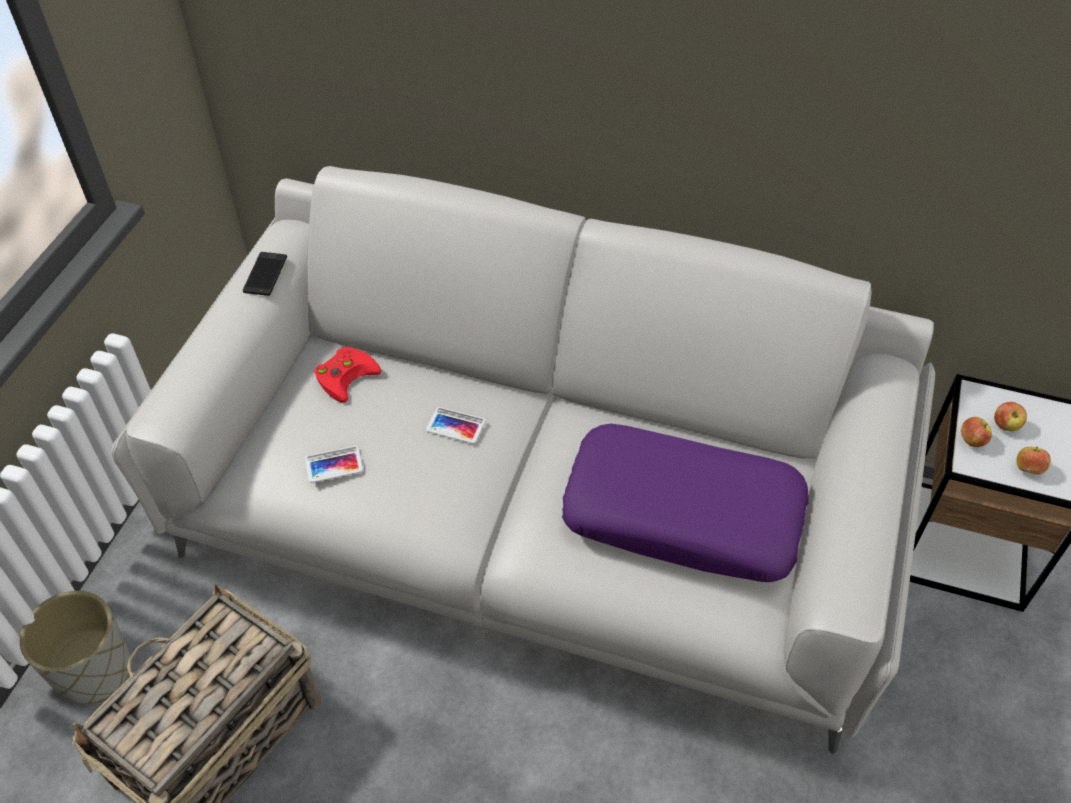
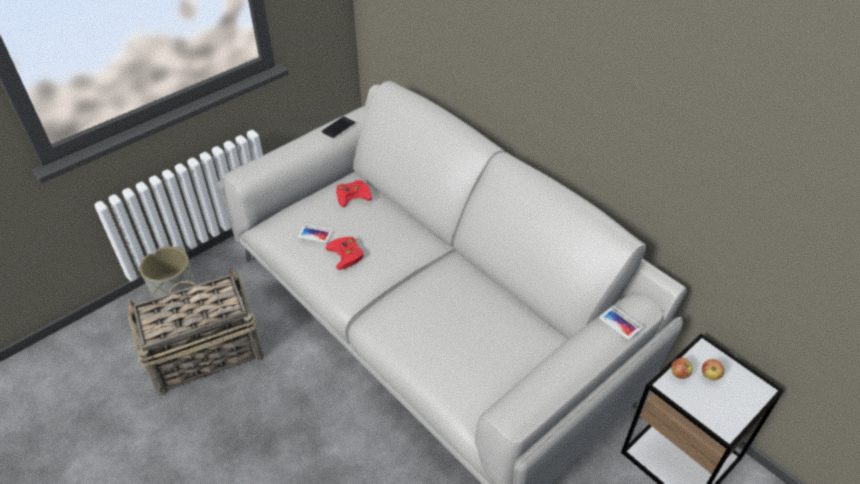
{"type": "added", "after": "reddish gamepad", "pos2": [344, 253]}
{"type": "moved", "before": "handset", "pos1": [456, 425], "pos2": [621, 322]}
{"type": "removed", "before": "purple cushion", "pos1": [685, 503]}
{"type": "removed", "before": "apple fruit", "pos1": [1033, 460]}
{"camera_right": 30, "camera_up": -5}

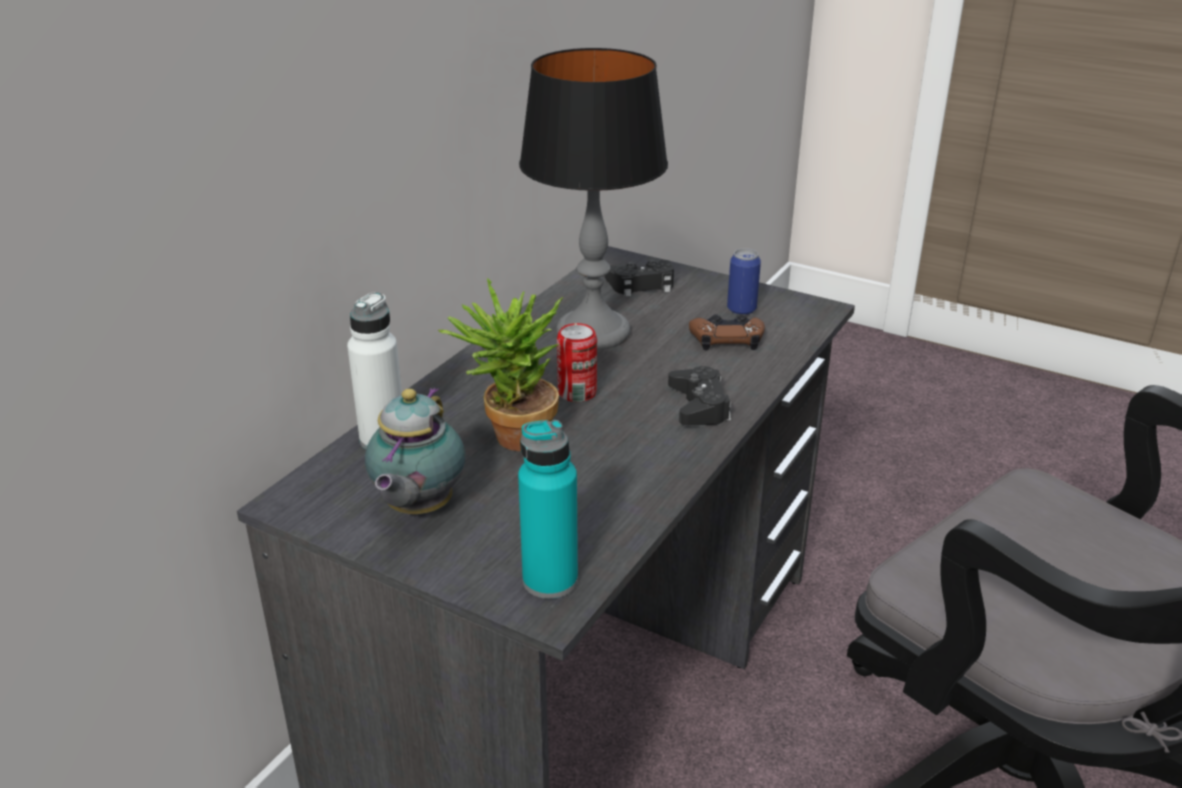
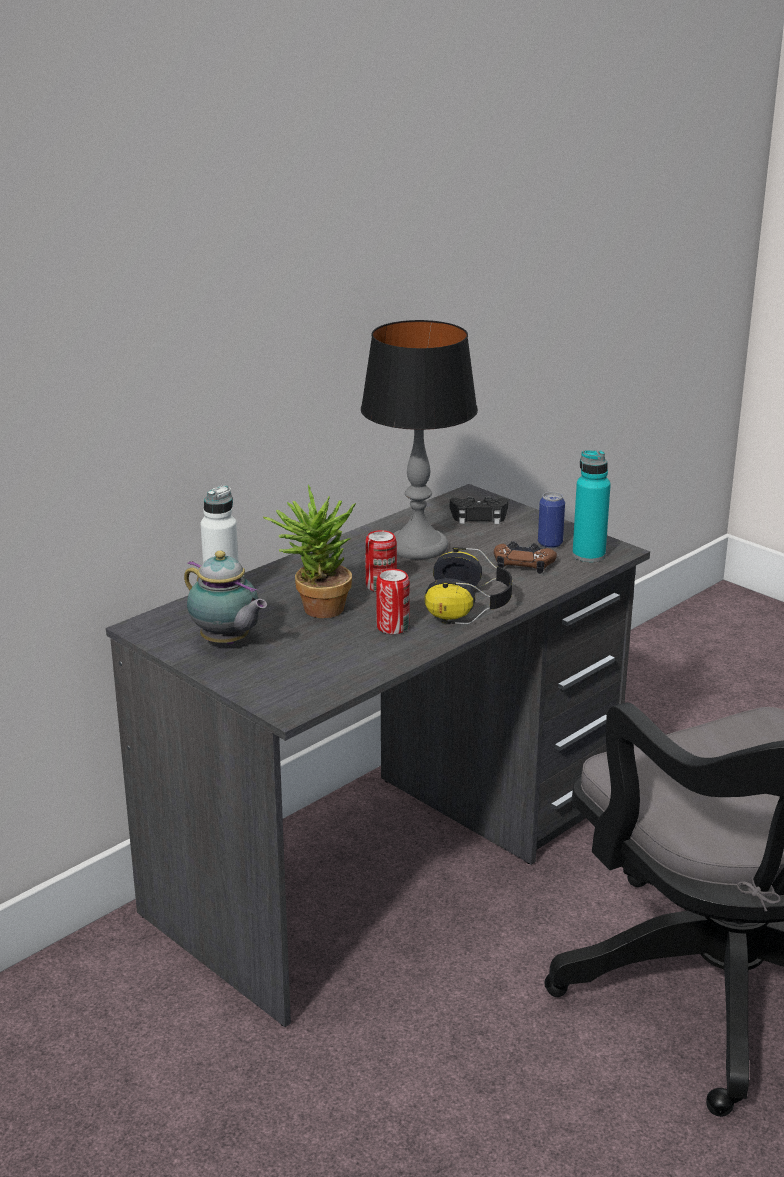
{"type": "turned", "before": "teapot", "pos1": [415, 451], "pos2": [225, 598], "turn": -75}
{"type": "added", "after": "metal can", "pos2": [393, 601]}
{"type": "replaced", "before": "black gamepad", "after": "headset", "pos1": [699, 395], "pos2": [468, 585]}
{"type": "moved", "before": "turquoise beverage bottle", "pos1": [548, 509], "pos2": [591, 506]}
{"camera_right": 15, "camera_up": -5}

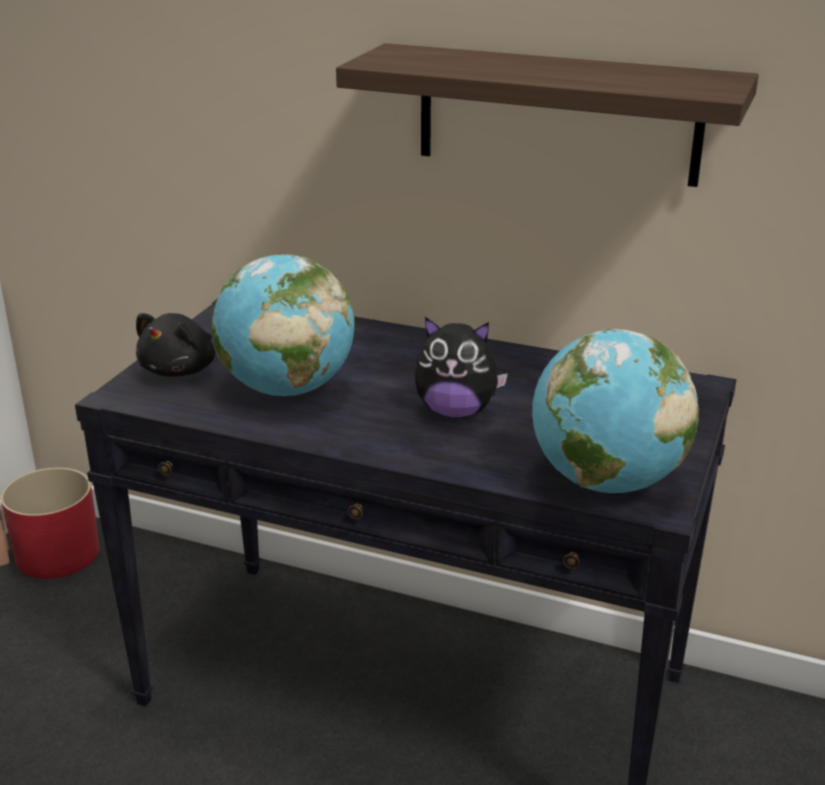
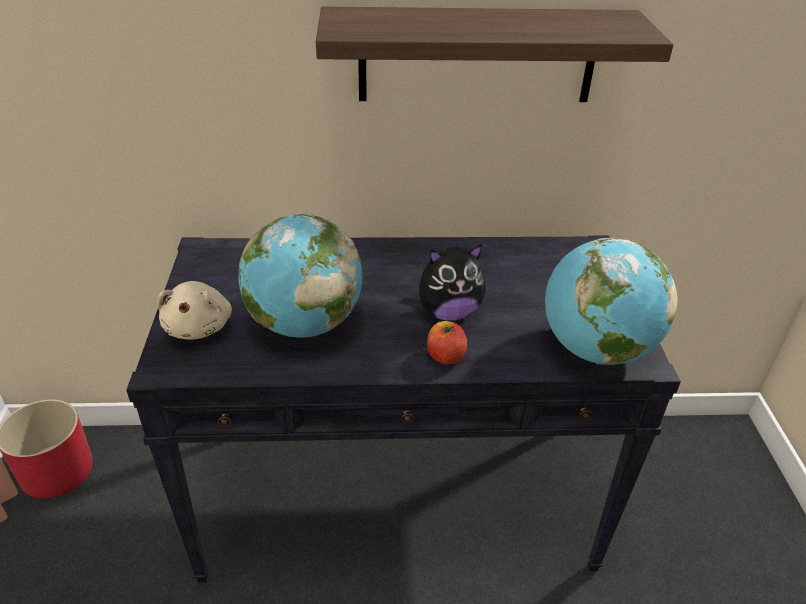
{"type": "recoloured", "before": "black plush toy", "after": "beige plush toy", "pos1": [175, 345], "pos2": [194, 310]}
{"type": "added", "after": "apple fruit", "pos2": [447, 342]}
{"camera_right": -25, "camera_up": 10}

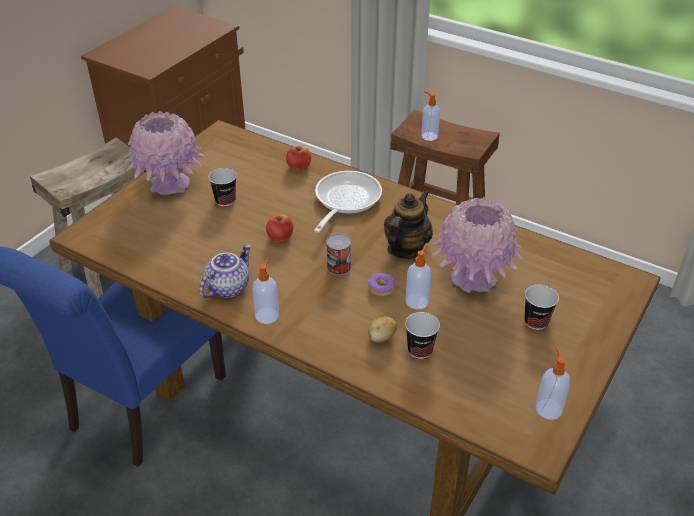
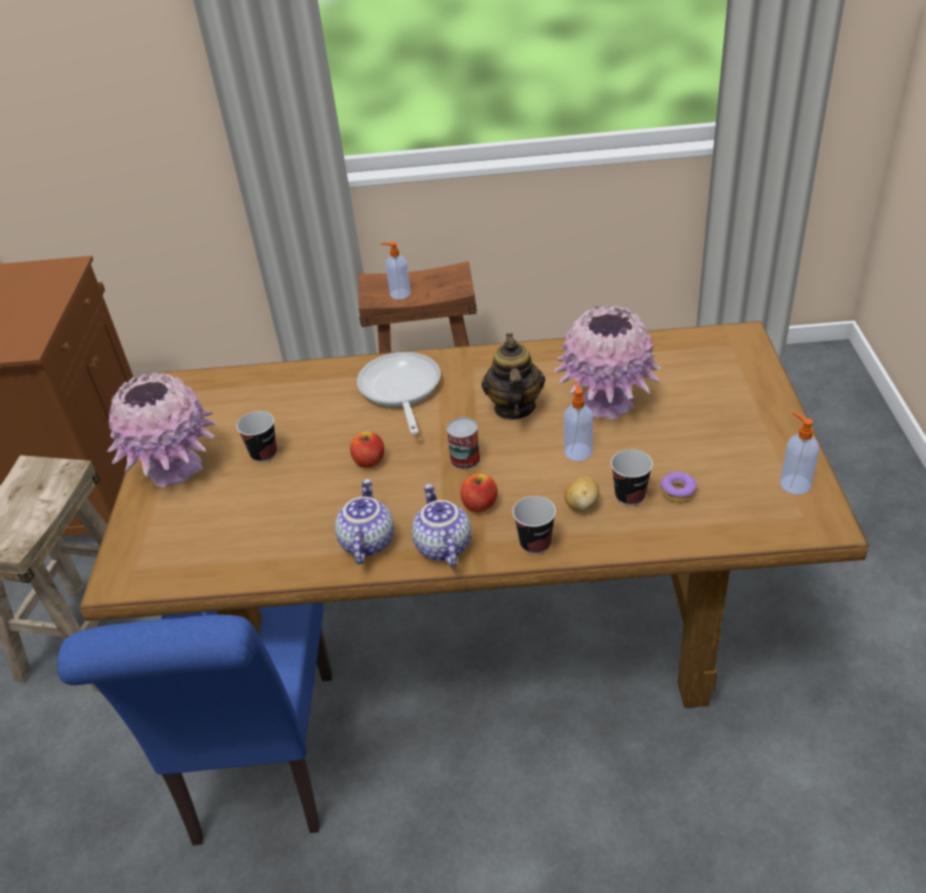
{"type": "replaced", "before": "liquid soap bottle", "after": "teapot", "pos1": [265, 291], "pos2": [441, 525]}
{"type": "moved", "before": "apple fruit", "pos1": [298, 158], "pos2": [479, 493]}
{"type": "moved", "before": "cup", "pos1": [542, 307], "pos2": [534, 525]}
{"type": "moved", "before": "doughnut", "pos1": [381, 284], "pos2": [679, 487]}
{"camera_right": -30, "camera_up": 0}

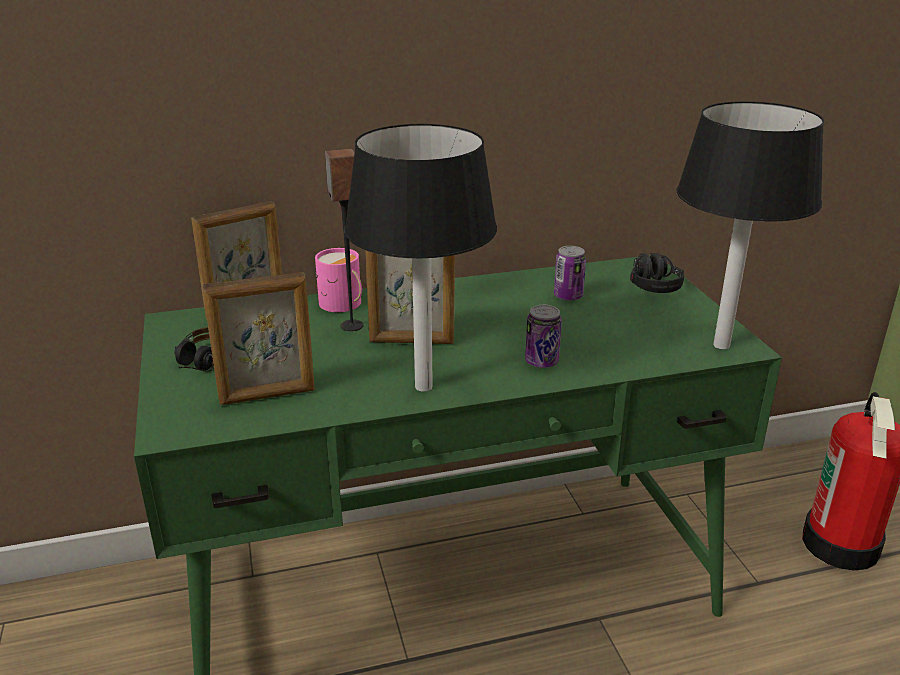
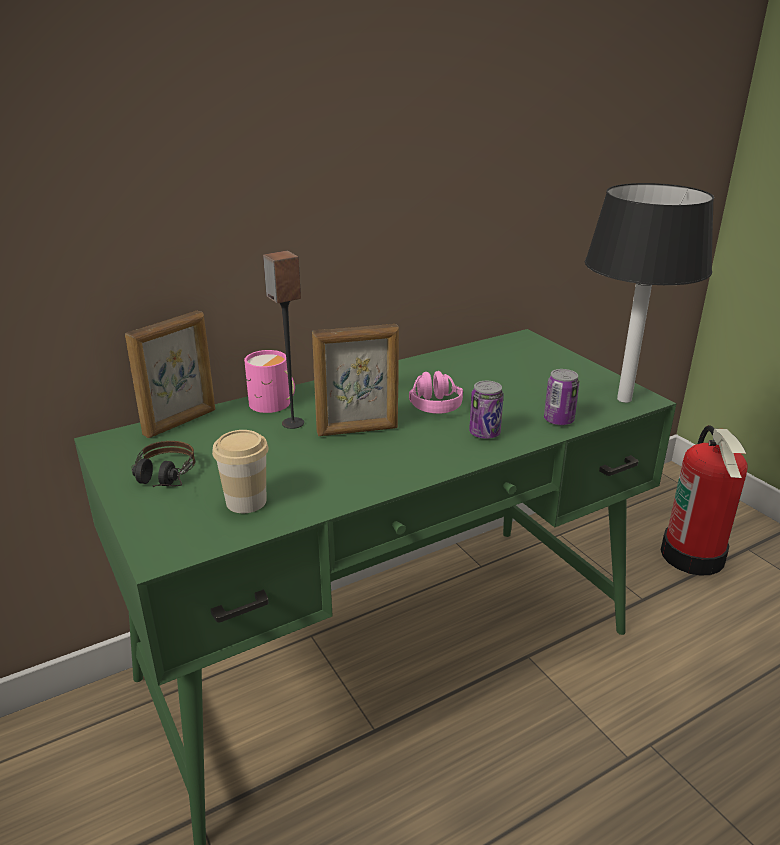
{"type": "replaced", "before": "photo frame", "after": "cup", "pos1": [258, 338], "pos2": [240, 471]}
{"type": "added", "after": "pink-coloured headset", "pos2": [436, 392]}
{"type": "moved", "before": "metal can", "pos1": [570, 273], "pos2": [561, 397]}
{"type": "removed", "before": "black table lamp", "pos1": [421, 258]}
{"type": "removed", "before": "black headset", "pos1": [657, 273]}
{"camera_right": -15, "camera_up": 0}

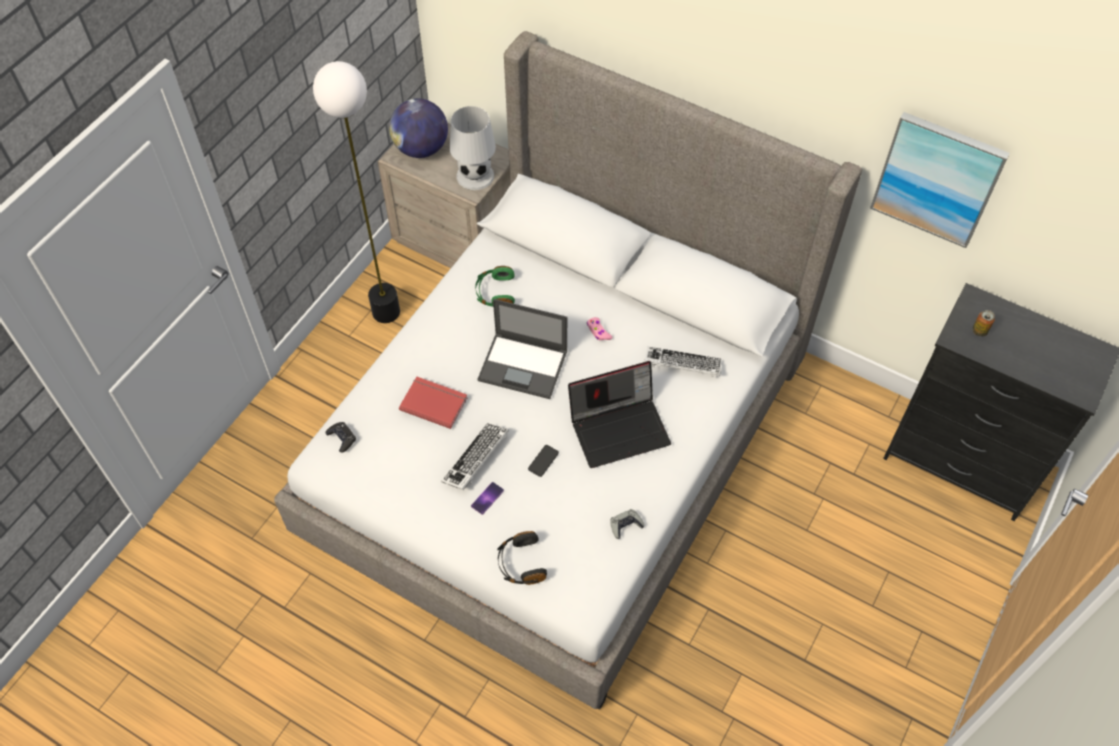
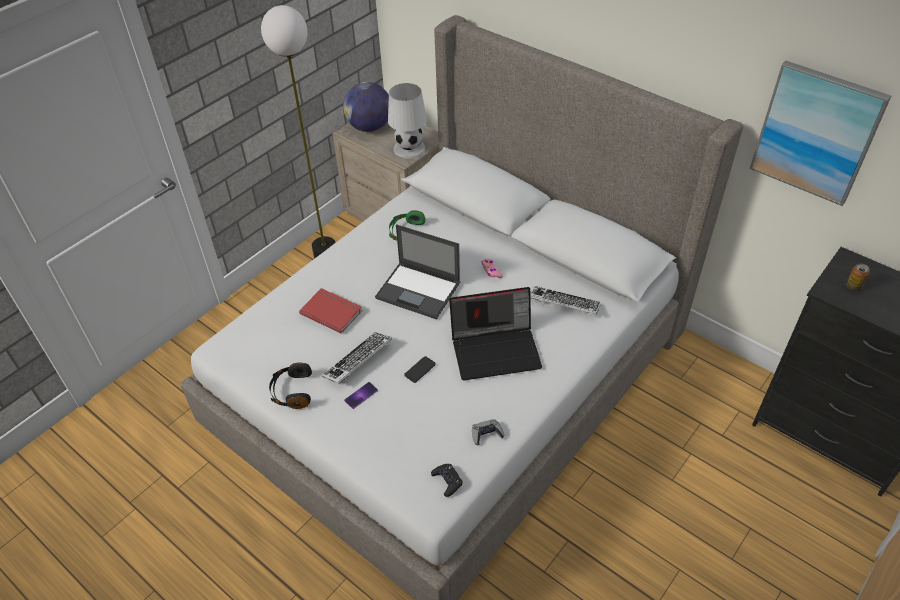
{"type": "moved", "before": "black headset", "pos1": [522, 558], "pos2": [290, 385]}
{"type": "moved", "before": "black gamepad", "pos1": [341, 437], "pos2": [447, 480]}
{"camera_right": 10, "camera_up": -10}

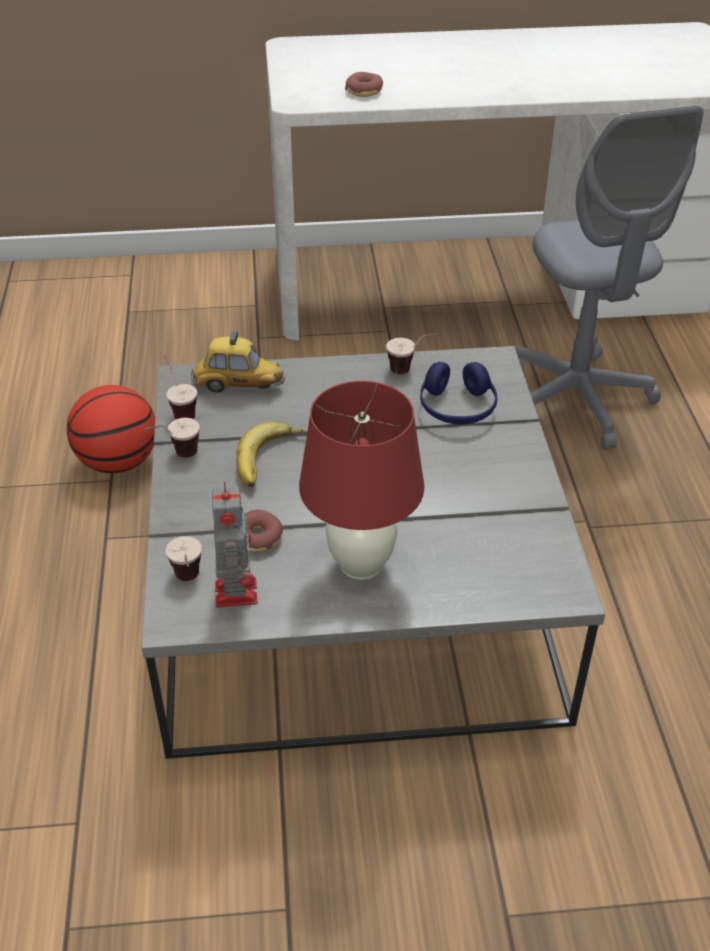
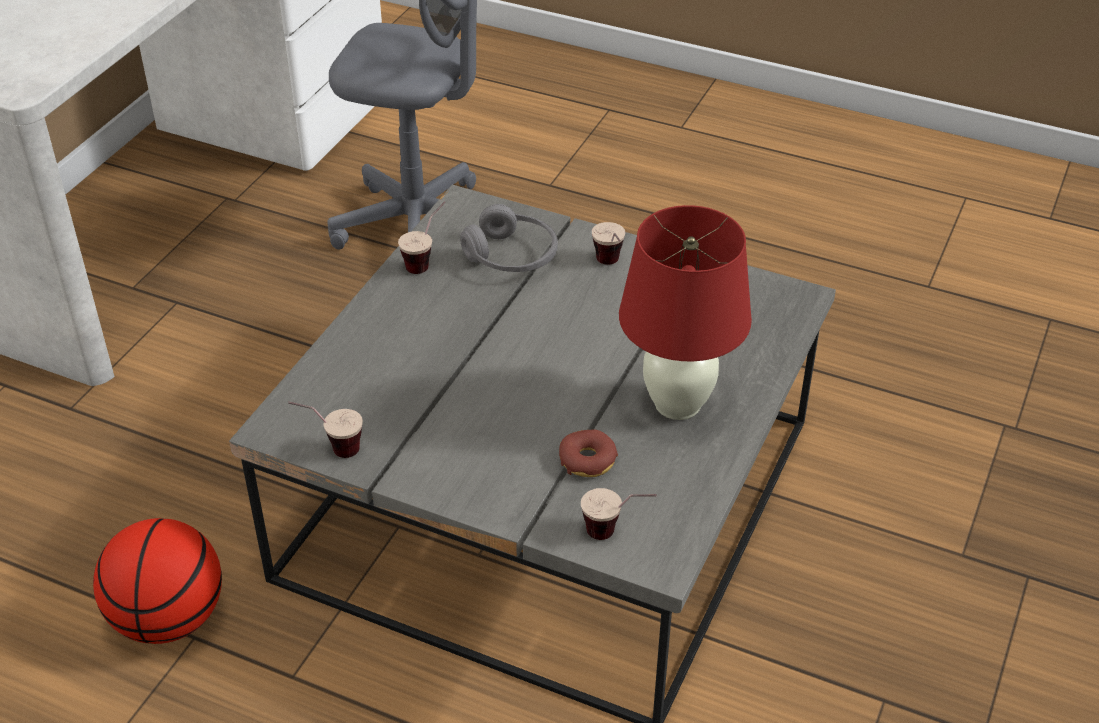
{"type": "recoloured", "before": "bluish headset", "after": "gray headset", "pos1": [458, 393], "pos2": [509, 238]}
{"type": "moved", "before": "cup", "pos1": [172, 438], "pos2": [608, 243]}
{"type": "removed", "before": "model car", "pos1": [238, 362]}
{"type": "removed", "before": "model robot", "pos1": [235, 544]}
{"type": "removed", "before": "banana fruit", "pos1": [271, 454]}
{"type": "removed", "before": "doughnut", "pos1": [364, 84]}
{"camera_right": -60, "camera_up": 0}

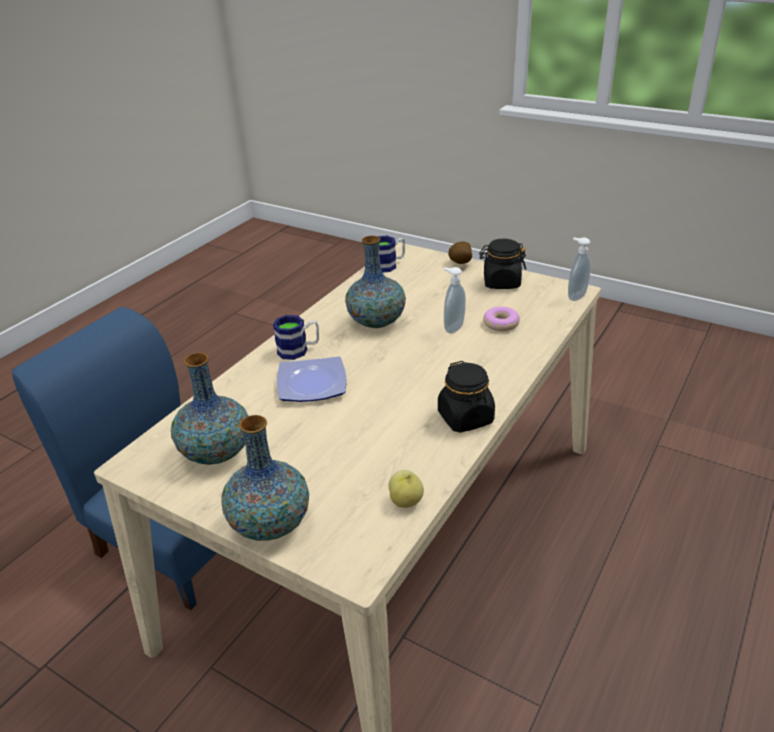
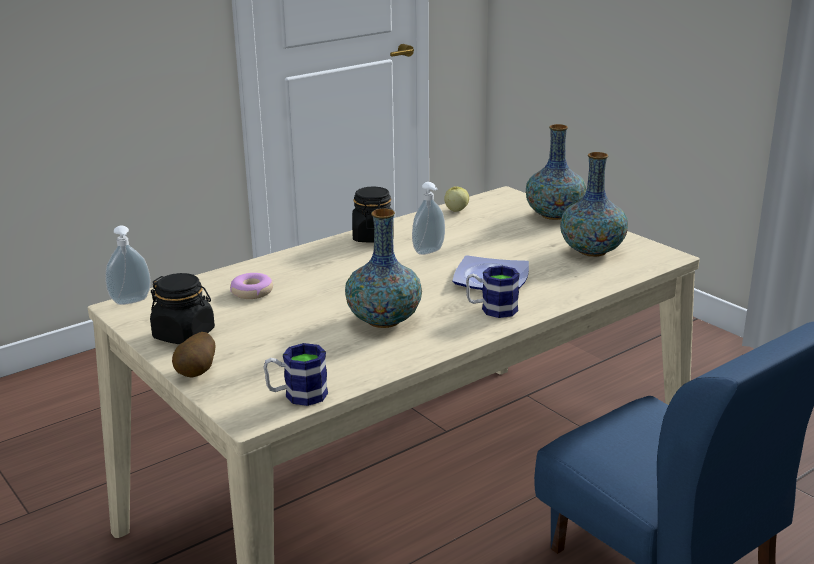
{"type": "moved", "before": "liquid soap bottle", "pos1": [455, 300], "pos2": [428, 218]}
{"camera_right": -160, "camera_up": -10}

